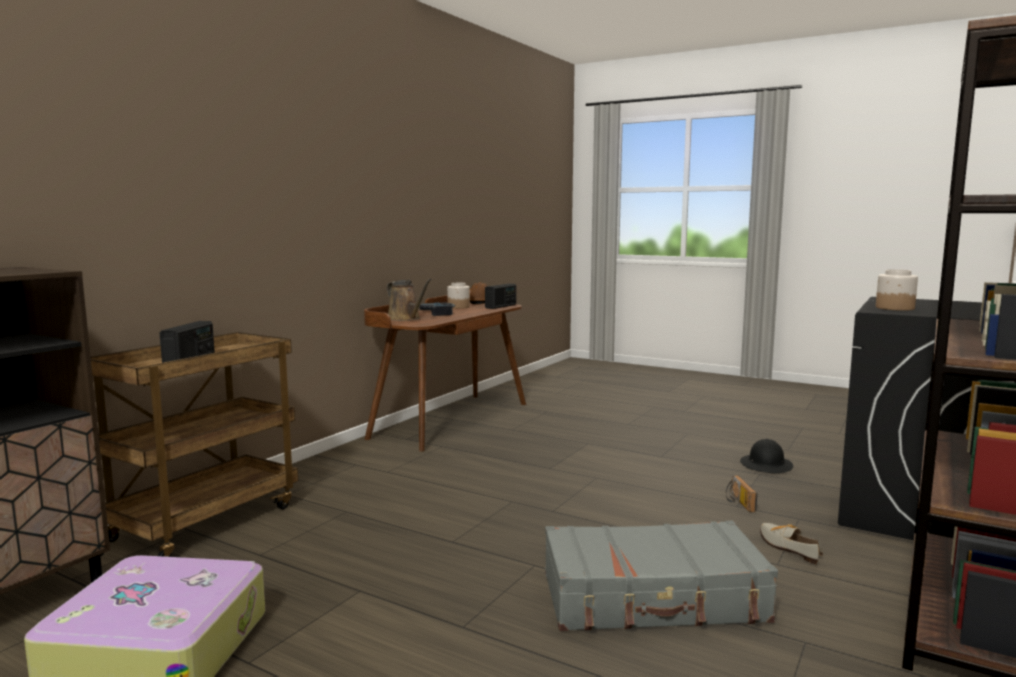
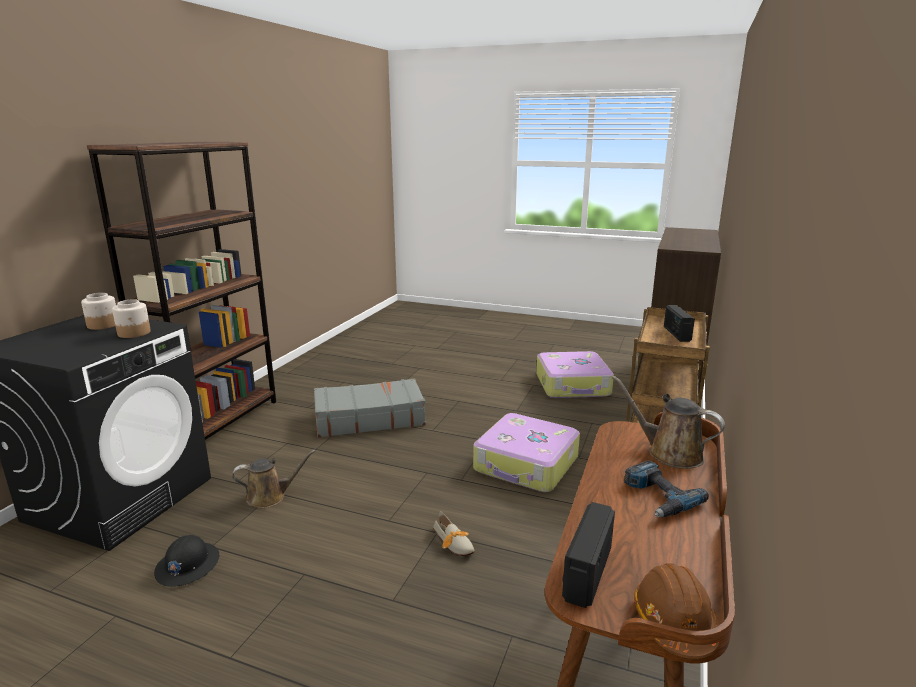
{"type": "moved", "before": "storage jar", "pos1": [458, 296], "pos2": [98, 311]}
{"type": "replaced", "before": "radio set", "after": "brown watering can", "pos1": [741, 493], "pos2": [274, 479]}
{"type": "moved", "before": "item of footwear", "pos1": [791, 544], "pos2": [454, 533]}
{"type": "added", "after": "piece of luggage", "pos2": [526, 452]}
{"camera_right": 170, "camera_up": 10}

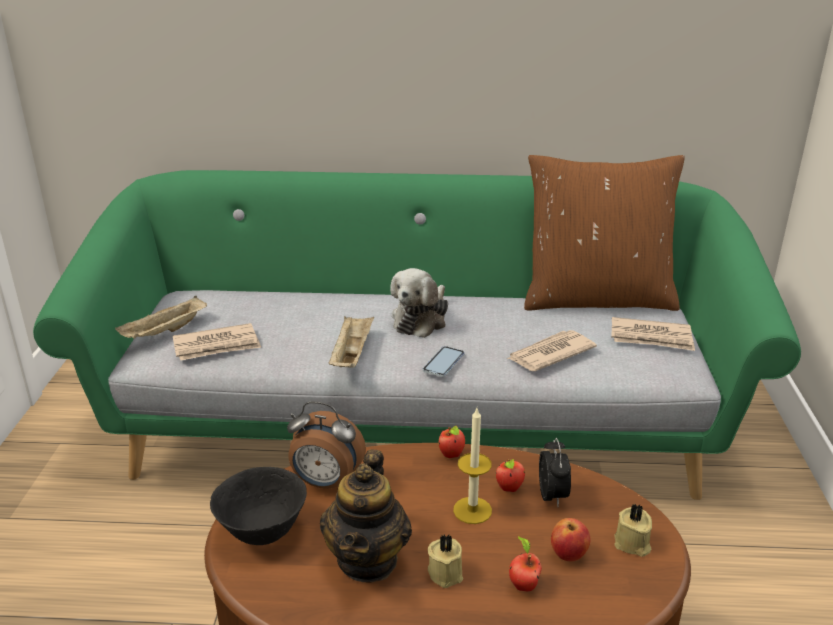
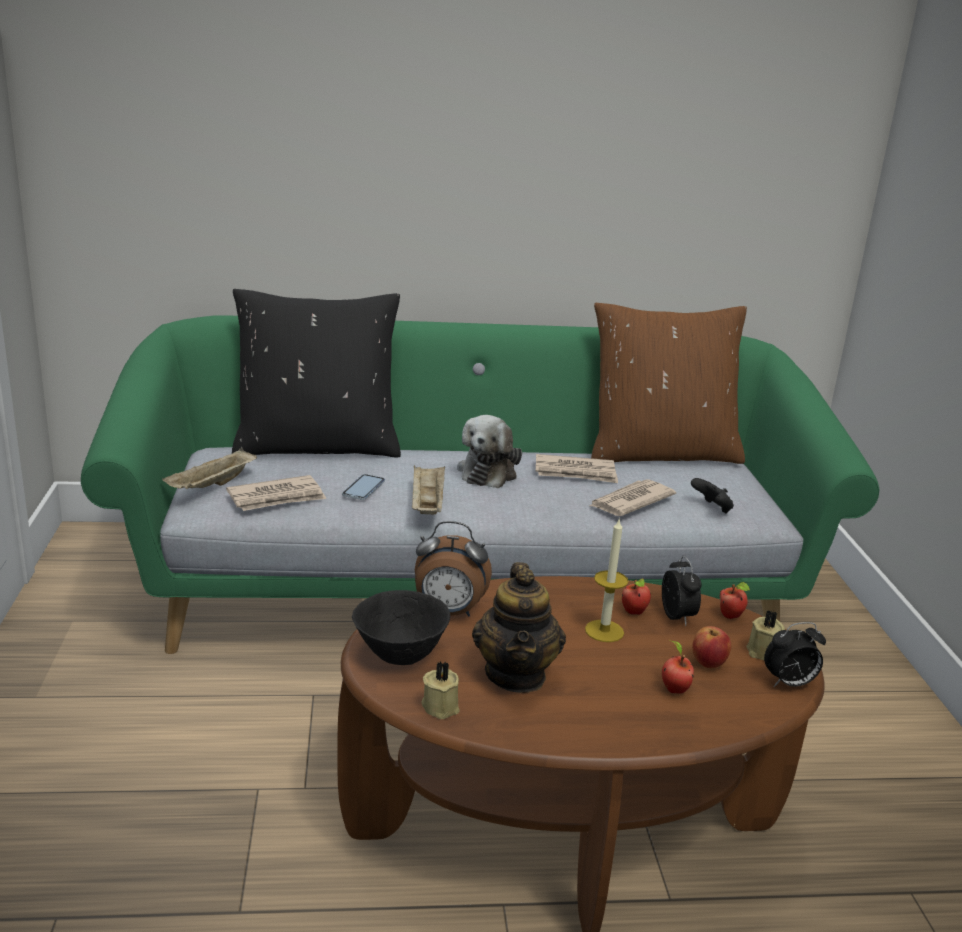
{"type": "added", "after": "black cushion", "pos2": [316, 373]}
{"type": "moved", "before": "handset", "pos1": [443, 361], "pos2": [363, 487]}
{"type": "moved", "before": "beige wax candle", "pos1": [445, 561], "pos2": [441, 690]}
{"type": "moved", "before": "daily paper", "pos1": [653, 334], "pos2": [576, 468]}
{"type": "added", "after": "black gamepad", "pos2": [712, 496]}
{"type": "moved", "before": "apple fruit", "pos1": [452, 442], "pos2": [735, 600]}
{"type": "added", "after": "table clock", "pos2": [795, 654]}
{"camera_right": -10, "camera_up": -5}

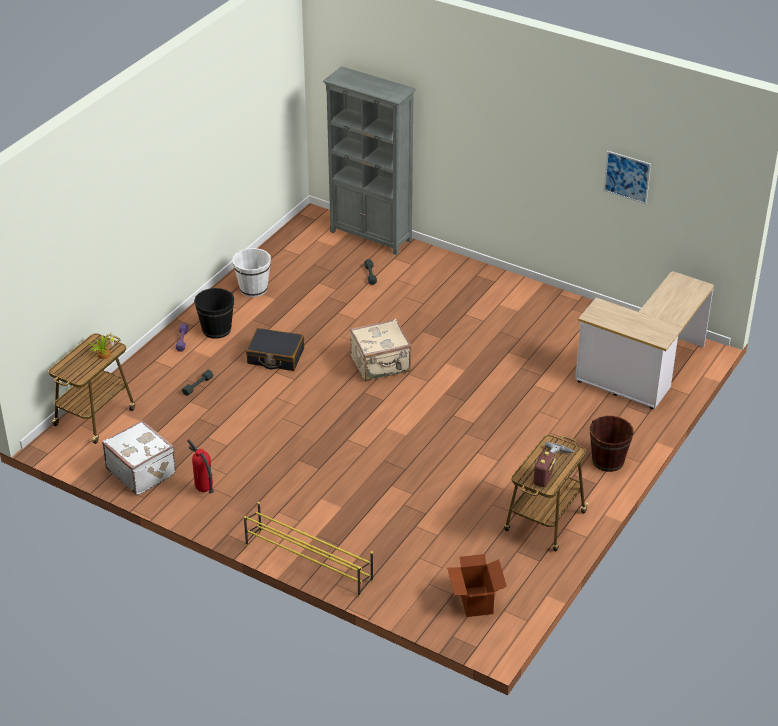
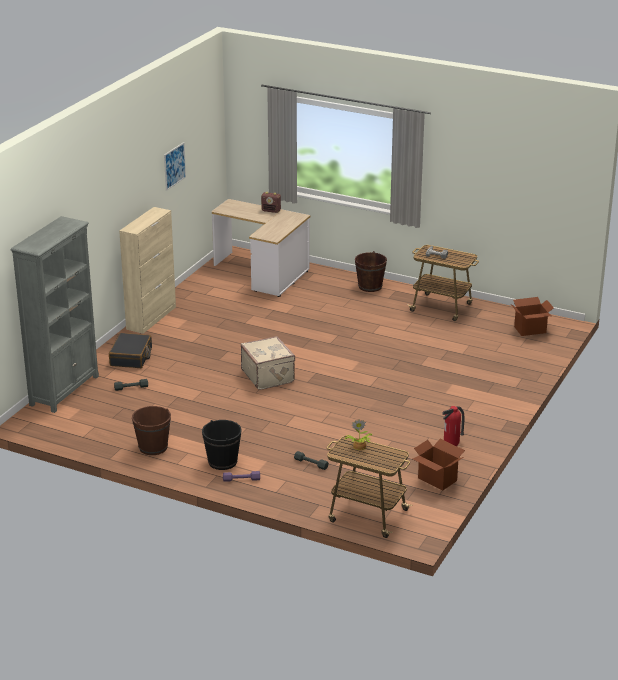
{"type": "moved", "before": "black piece of luggage", "pos1": [275, 349], "pos2": [130, 350]}
{"type": "added", "after": "beige cabinet", "pos2": [147, 270]}
{"type": "recoloured", "before": "white-coloured bucket", "after": "brown bucket", "pos1": [252, 272], "pos2": [151, 430]}
{"type": "moved", "before": "radio set", "pos1": [544, 468], "pos2": [271, 202]}
{"type": "replaced", "before": "white-coloured piece of luggage", "after": "packing box", "pos1": [139, 457], "pos2": [439, 465]}
{"type": "removed", "before": "yellow-coloured shoe rack", "pos1": [308, 549]}
{"camera_right": -95, "camera_up": -10}

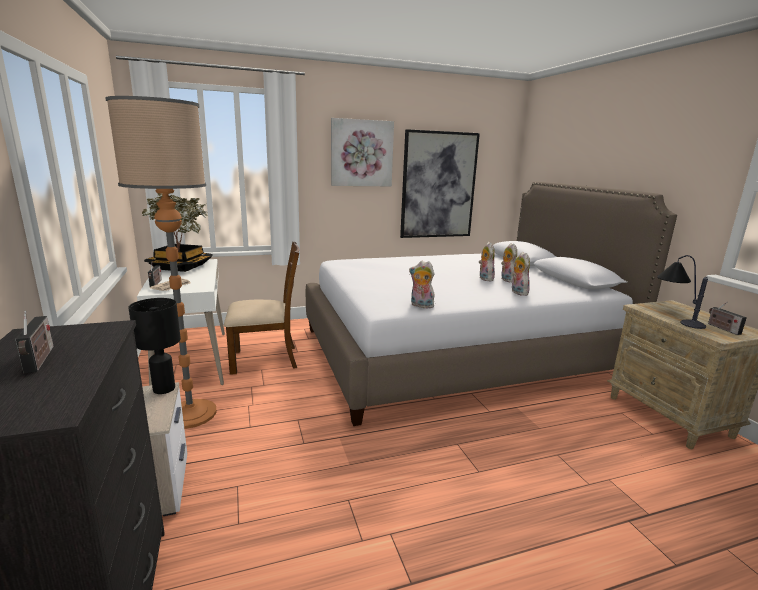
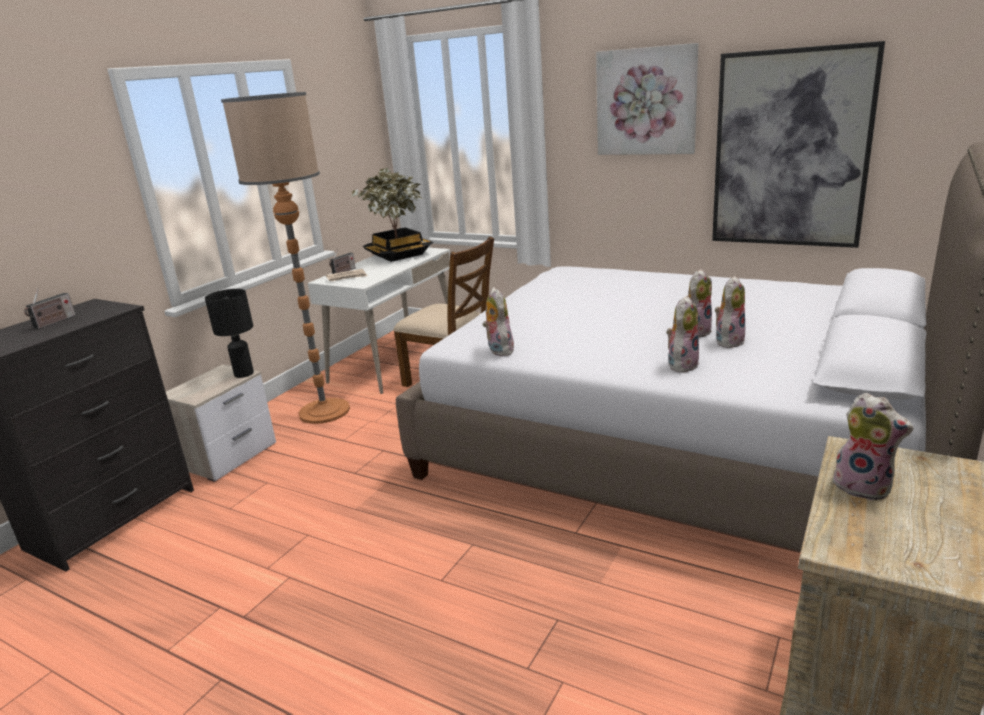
{"type": "replaced", "before": "table lamp", "after": "plush toy", "pos1": [682, 292], "pos2": [872, 447]}
{"type": "removed", "before": "radio set", "pos1": [727, 318]}
{"camera_right": 50, "camera_up": 5}

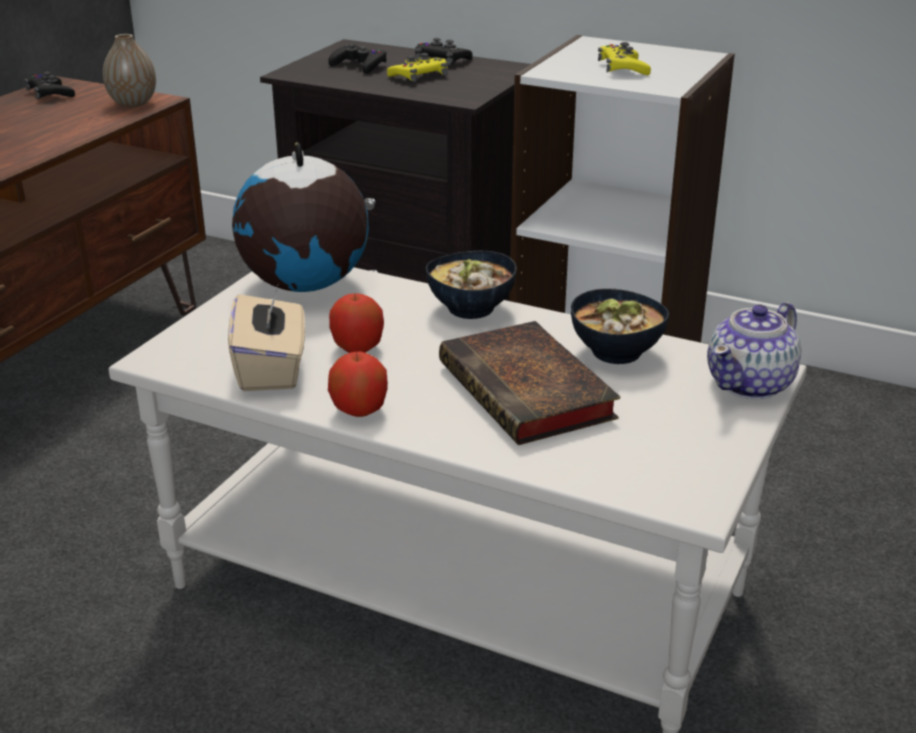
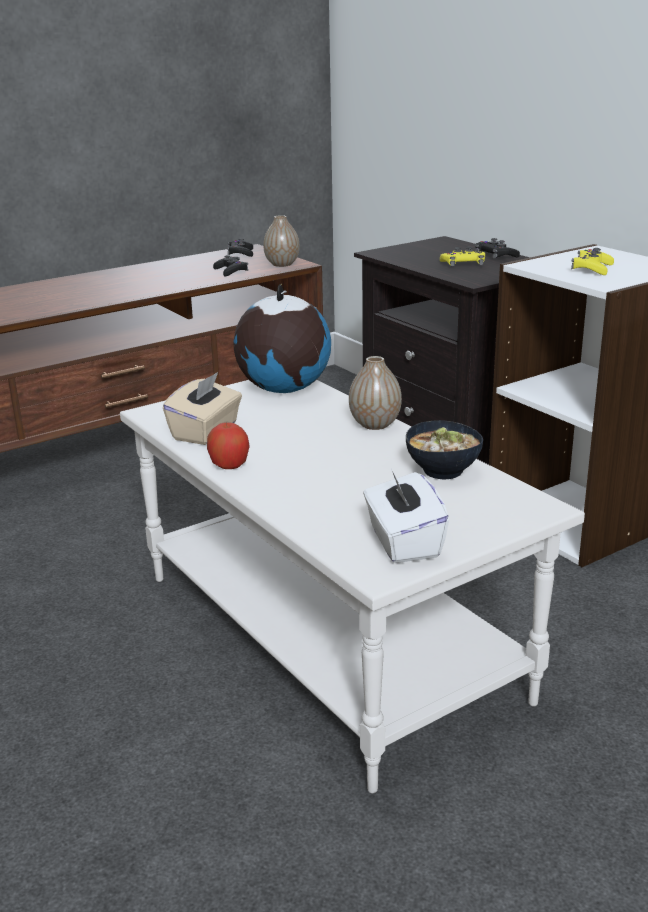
{"type": "moved", "before": "black gamepad", "pos1": [357, 58], "pos2": [230, 265]}
{"type": "replaced", "before": "deep dish", "after": "flower vase", "pos1": [471, 285], "pos2": [375, 393]}
{"type": "added", "after": "white-coloured box of tissues", "pos2": [406, 516]}
{"type": "removed", "before": "apple fruit", "pos1": [356, 323]}
{"type": "removed", "before": "book", "pos1": [529, 383]}
{"type": "removed", "before": "teapot", "pos1": [754, 350]}
{"camera_right": 30, "camera_up": -5}

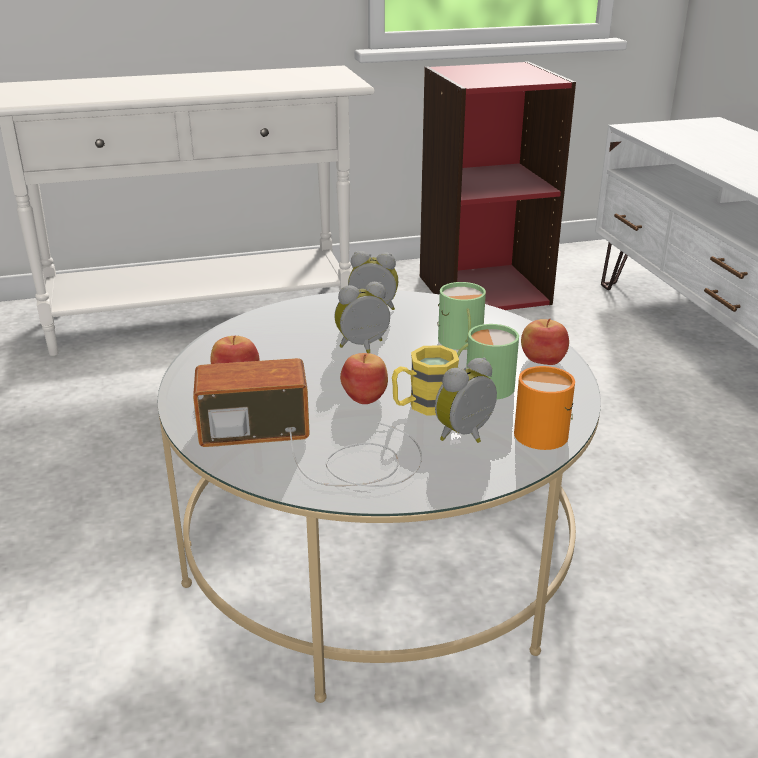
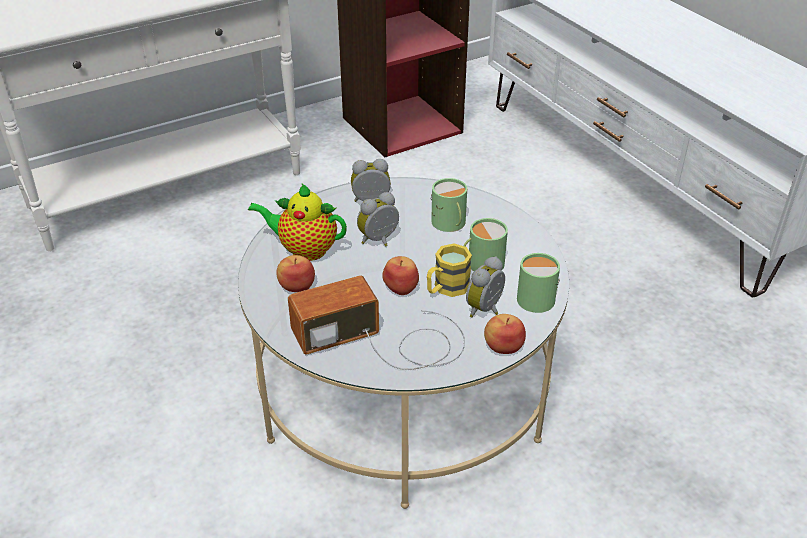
{"type": "added", "after": "teapot", "pos2": [297, 222]}
{"type": "moved", "before": "apple fruit", "pos1": [545, 342], "pos2": [505, 334]}
{"type": "recoloured", "before": "orange coffee mug", "after": "green-coloured coffee mug", "pos1": [544, 408], "pos2": [538, 283]}
{"camera_right": -15, "camera_up": 10}

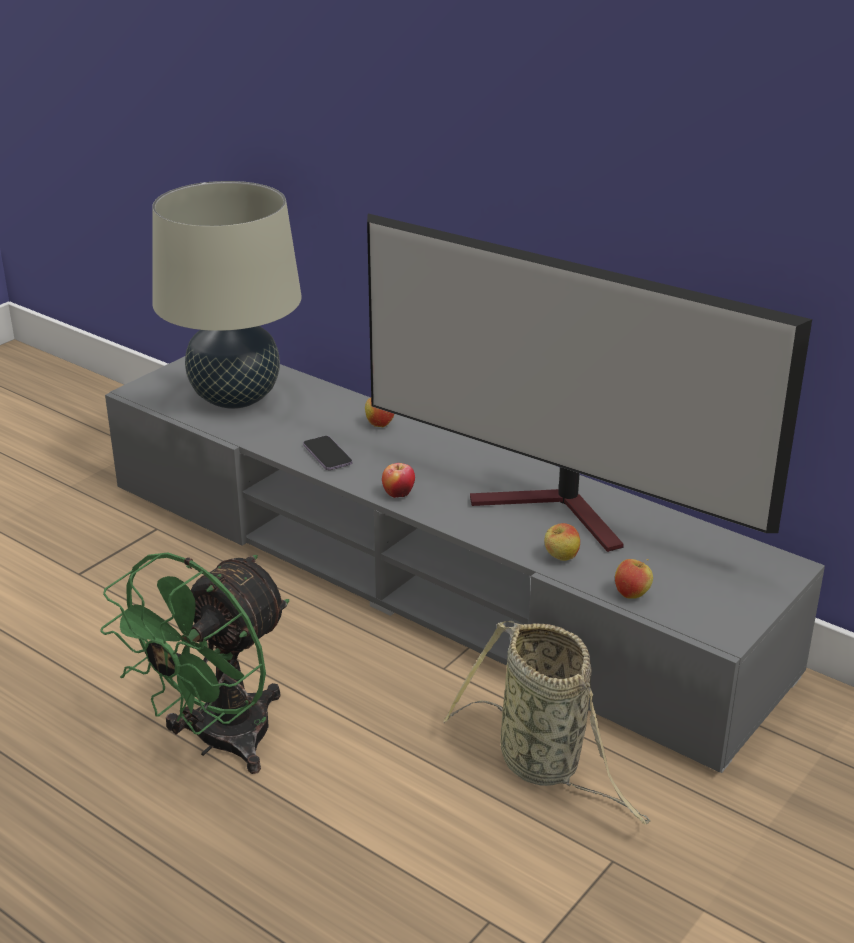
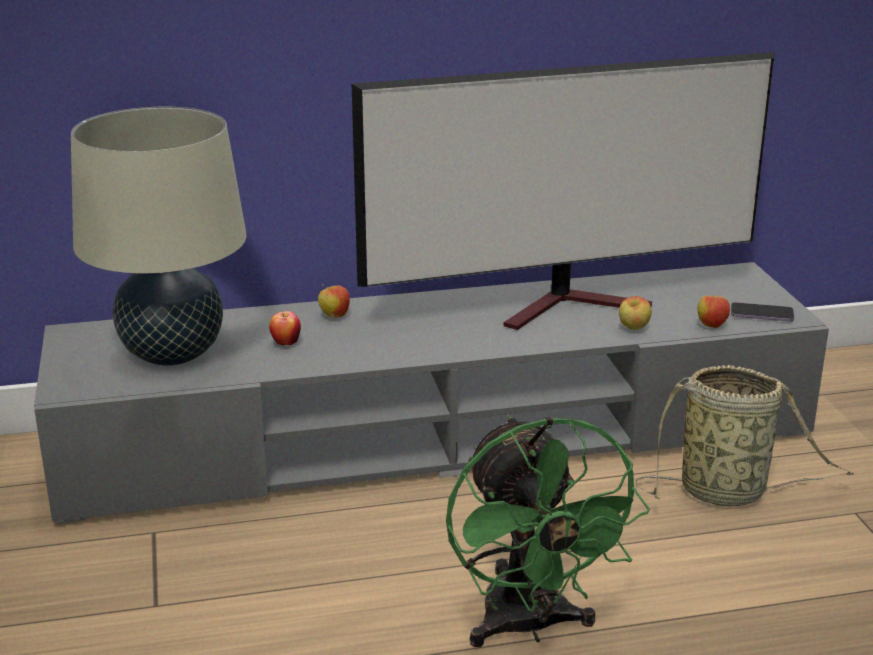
{"type": "moved", "before": "apple fruit", "pos1": [398, 480], "pos2": [285, 328]}
{"type": "moved", "before": "handset", "pos1": [327, 453], "pos2": [762, 311]}
{"camera_right": -50, "camera_up": -5}

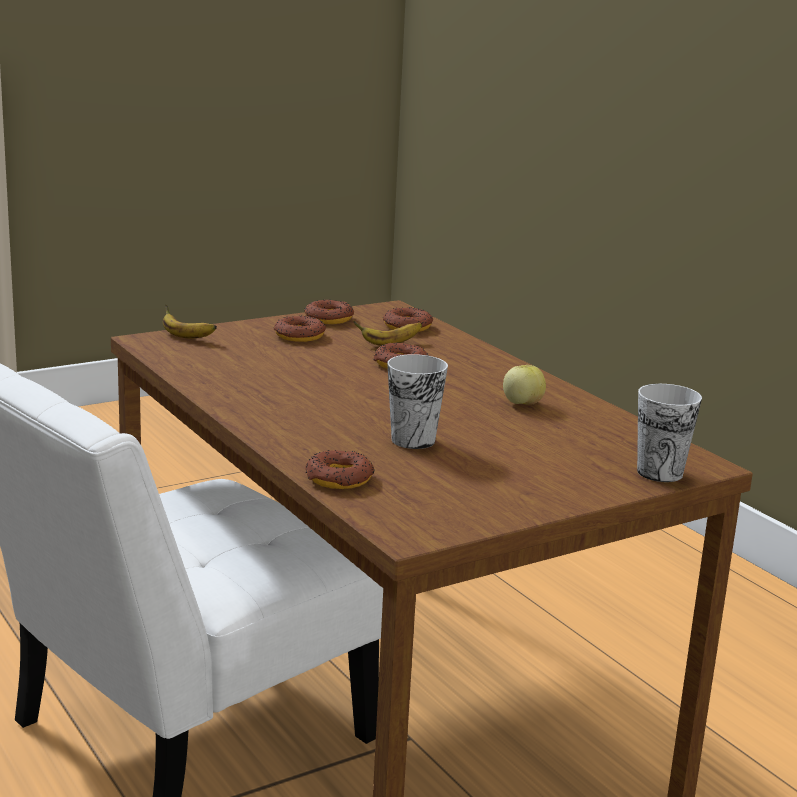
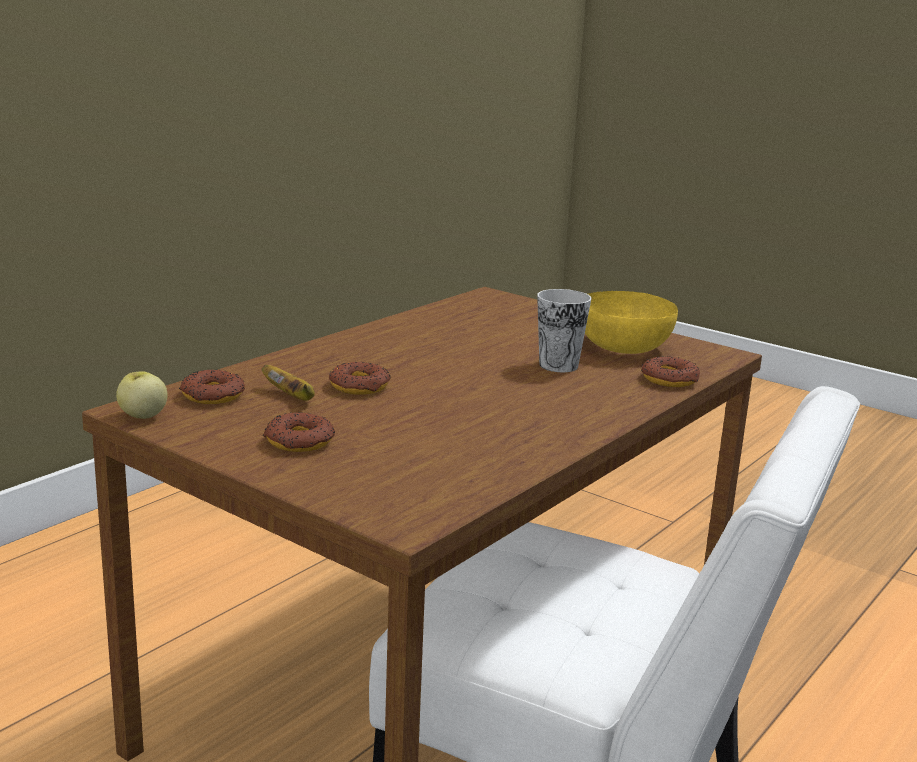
{"type": "moved", "before": "apple fruit", "pos1": [524, 385], "pos2": [142, 395]}
{"type": "added", "after": "yellow-coloured deep dish", "pos2": [631, 322]}
{"type": "removed", "before": "banana fruit", "pos1": [190, 322]}
{"type": "removed", "before": "doughnut", "pos1": [329, 312]}
{"type": "removed", "before": "cup", "pos1": [669, 433]}
{"camera_right": -110, "camera_up": 0}

